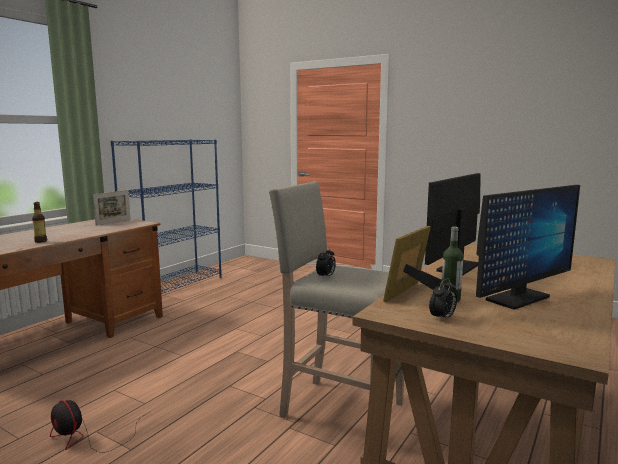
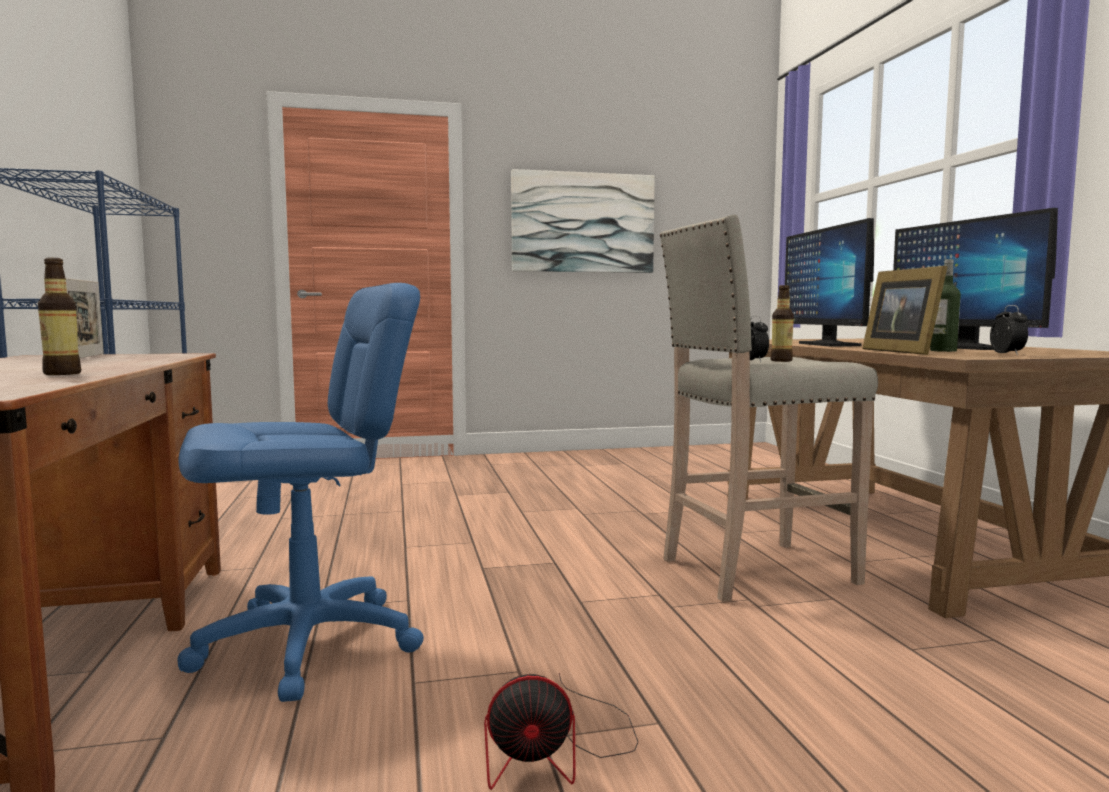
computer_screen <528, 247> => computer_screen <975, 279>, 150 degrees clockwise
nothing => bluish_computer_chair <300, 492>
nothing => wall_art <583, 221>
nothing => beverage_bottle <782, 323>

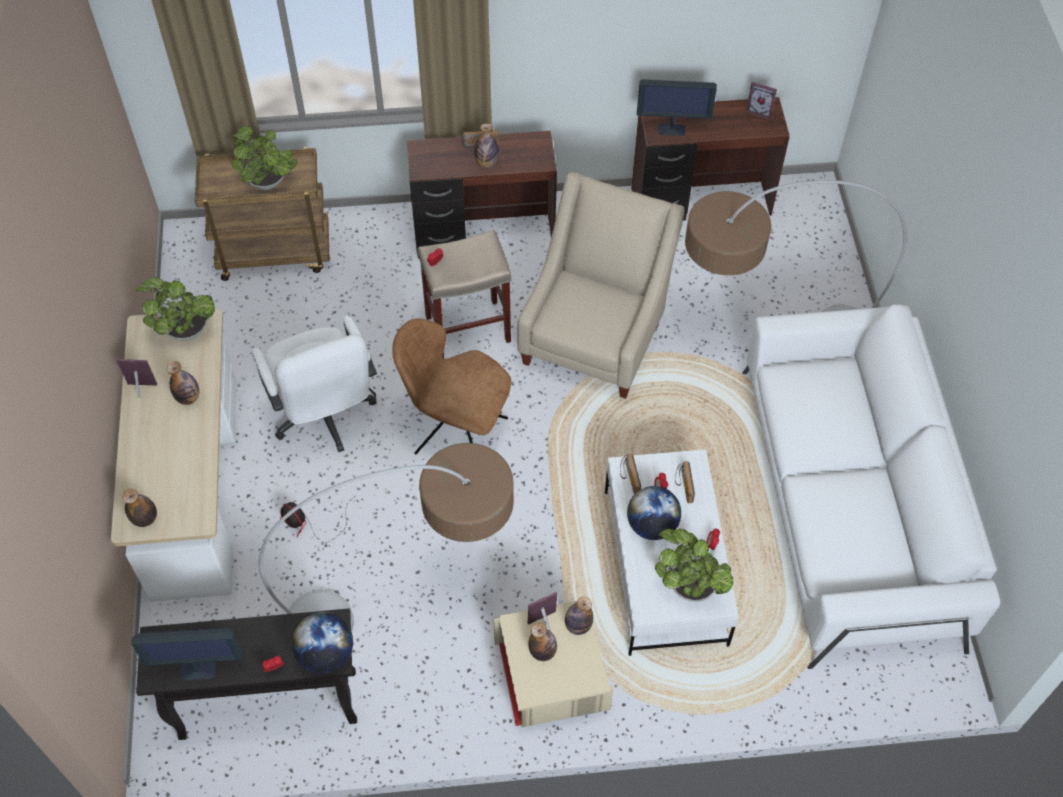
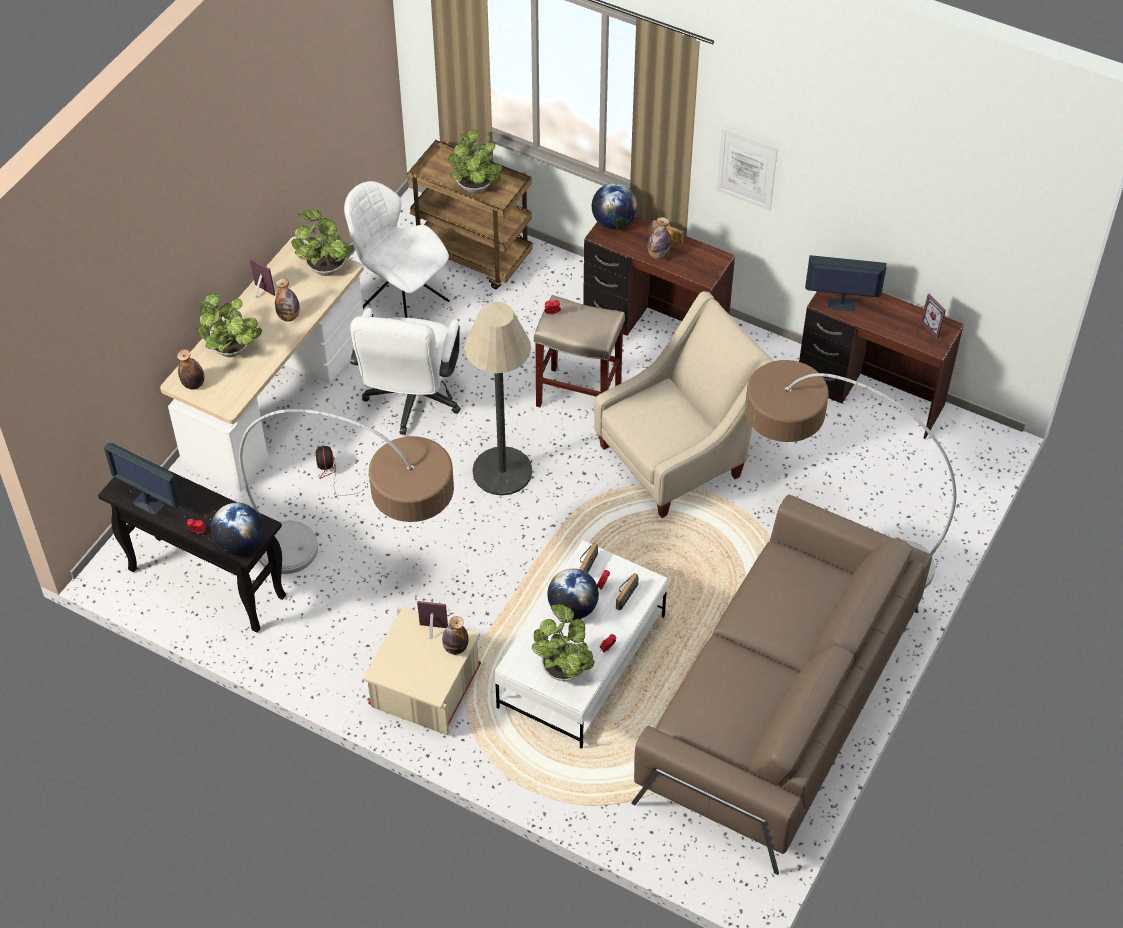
brown-coloured_chair <452, 386> => floor_lamp <498, 399>
beverage_bottle <543, 642> => nothing
computer_screen <677, 107> => computer_screen <846, 283>, 150 degrees clockwise
whitish_couch <871, 486> => brown-coloured_couch <781, 685>
nothing => houseplant <229, 325>
nothing => whitish_chair <397, 249>
nothing => world_globe <614, 206>
nothing => wall_art <747, 169>

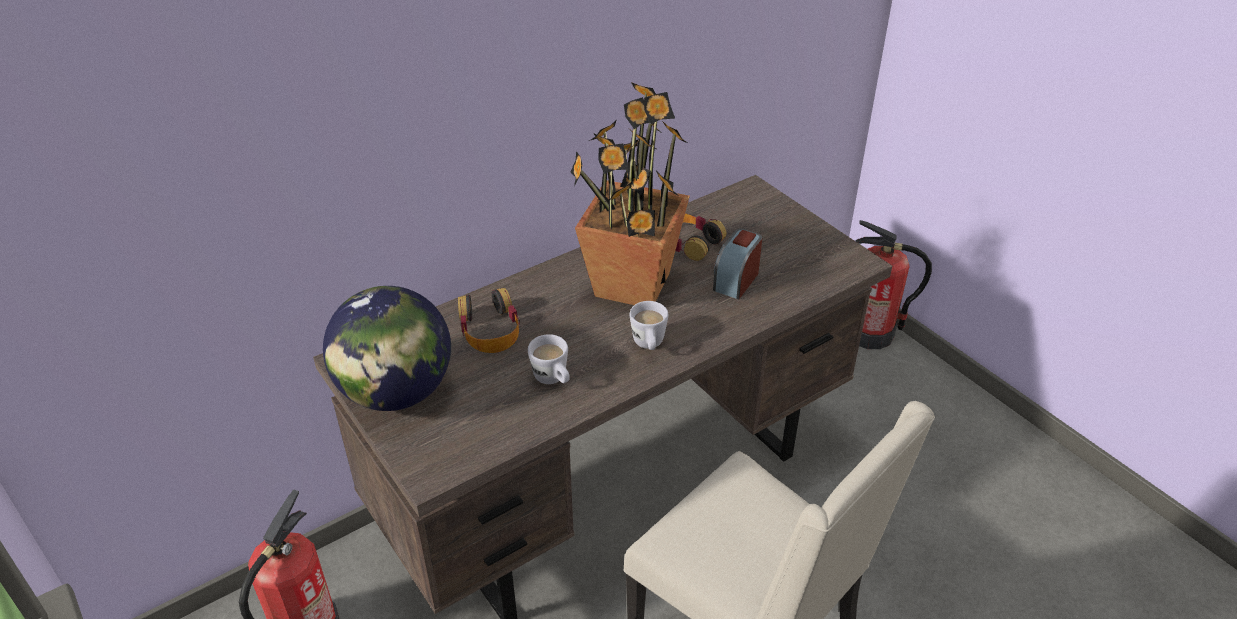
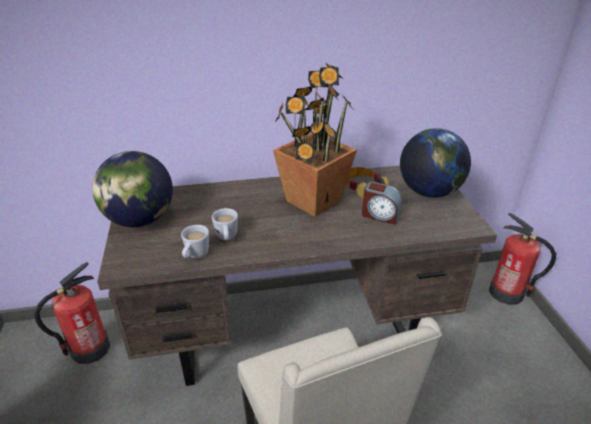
headset <489, 320> => nothing
whitish_mug <649, 325> => whitish_mug <195, 241>, moved
table_clock <737, 264> => table_clock <382, 203>, 120 degrees counterclockwise
nothing => world_globe <435, 163>

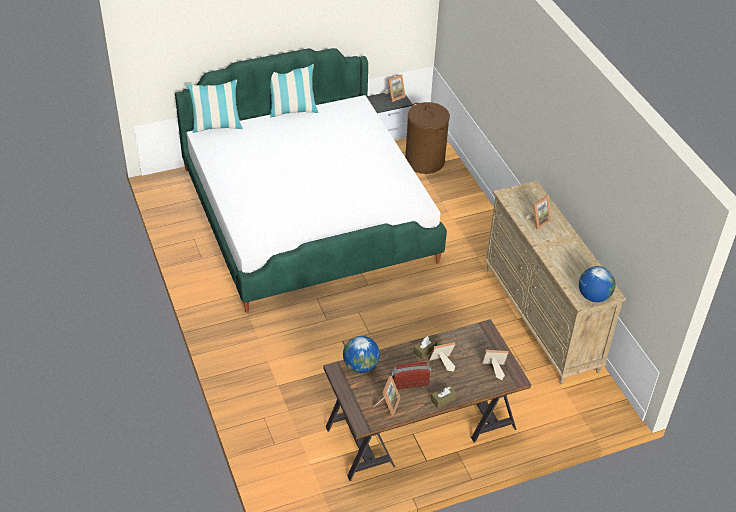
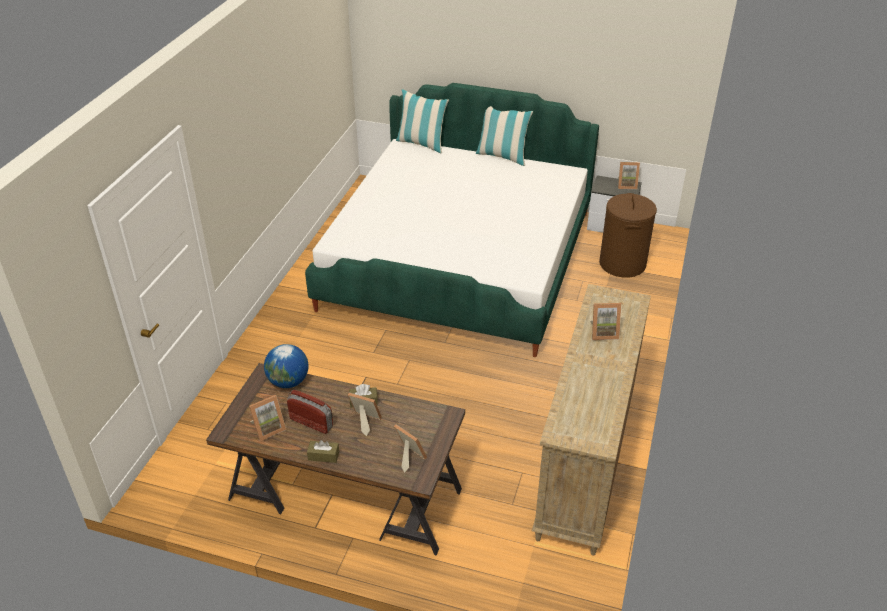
world_globe <597, 284> => nothing

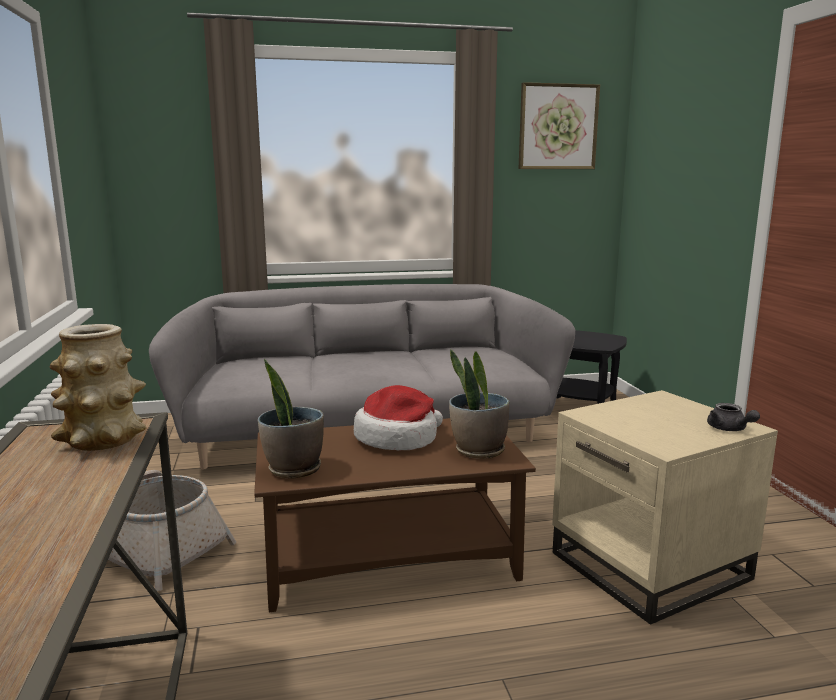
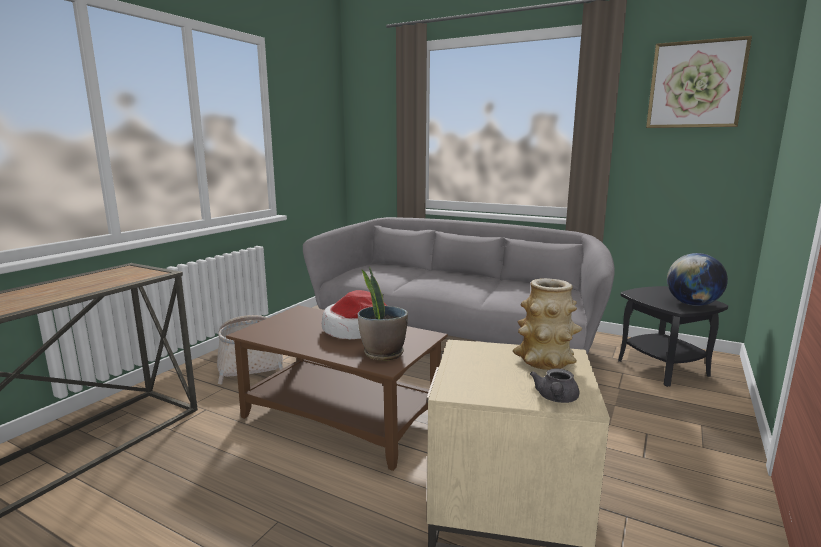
flower_vase <97, 387> => flower_vase <547, 324>, moved
houseplant <291, 419> => nothing
nothing => world_globe <697, 279>

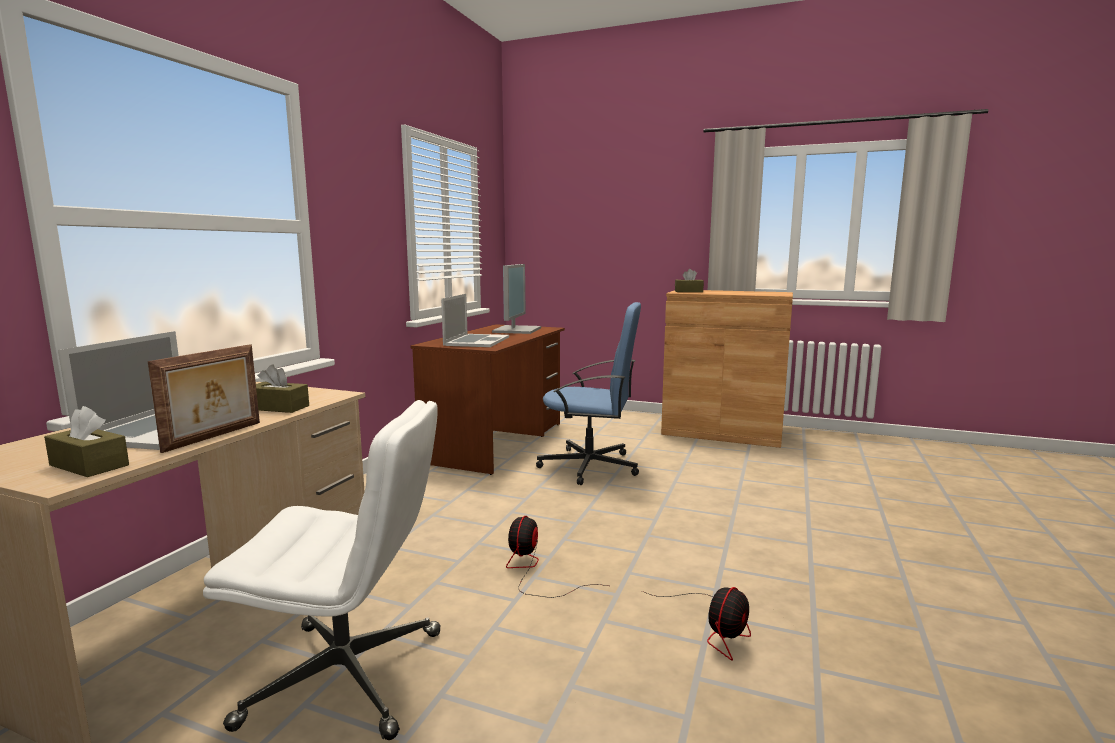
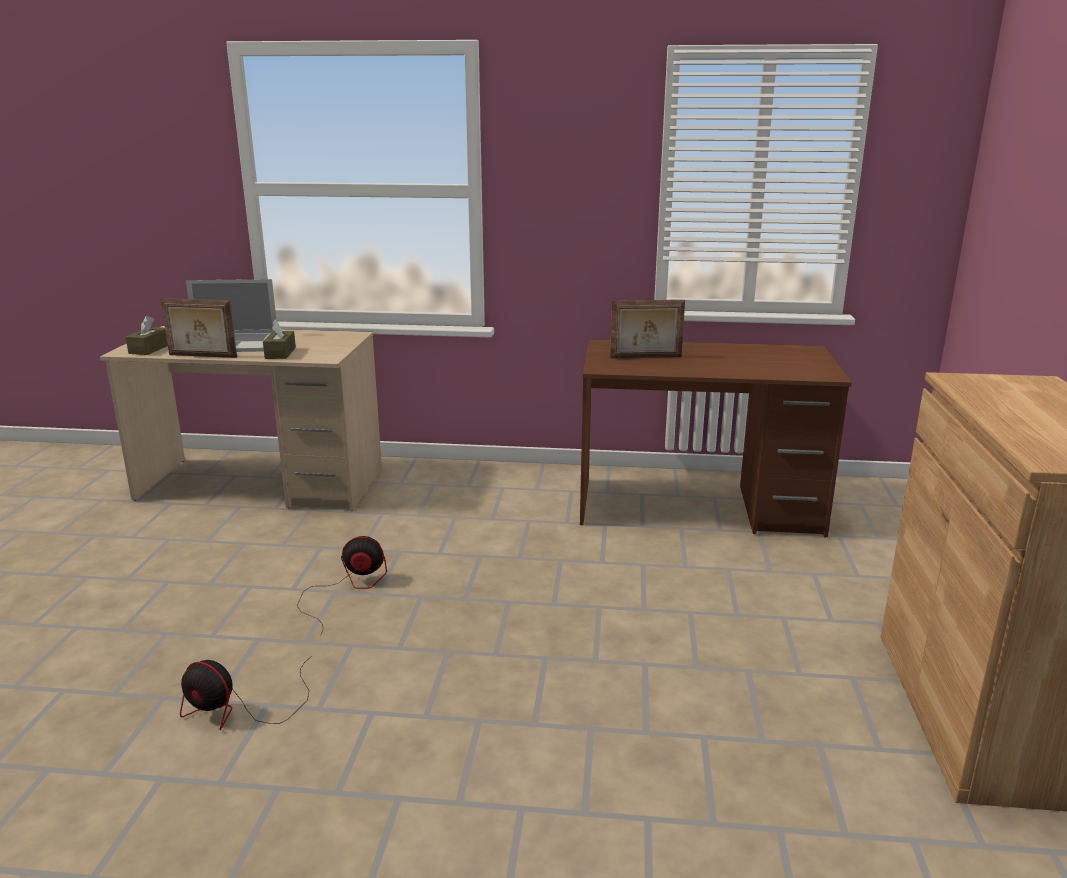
whitish_computer_chair <322, 570> => nothing
notebook_computer <475, 320> => picture_frame <647, 329>
computer_screen <516, 299> => nothing
bluish_computer_chair <588, 393> => nothing
brown-coloured_tissue_holder <689, 280> => nothing

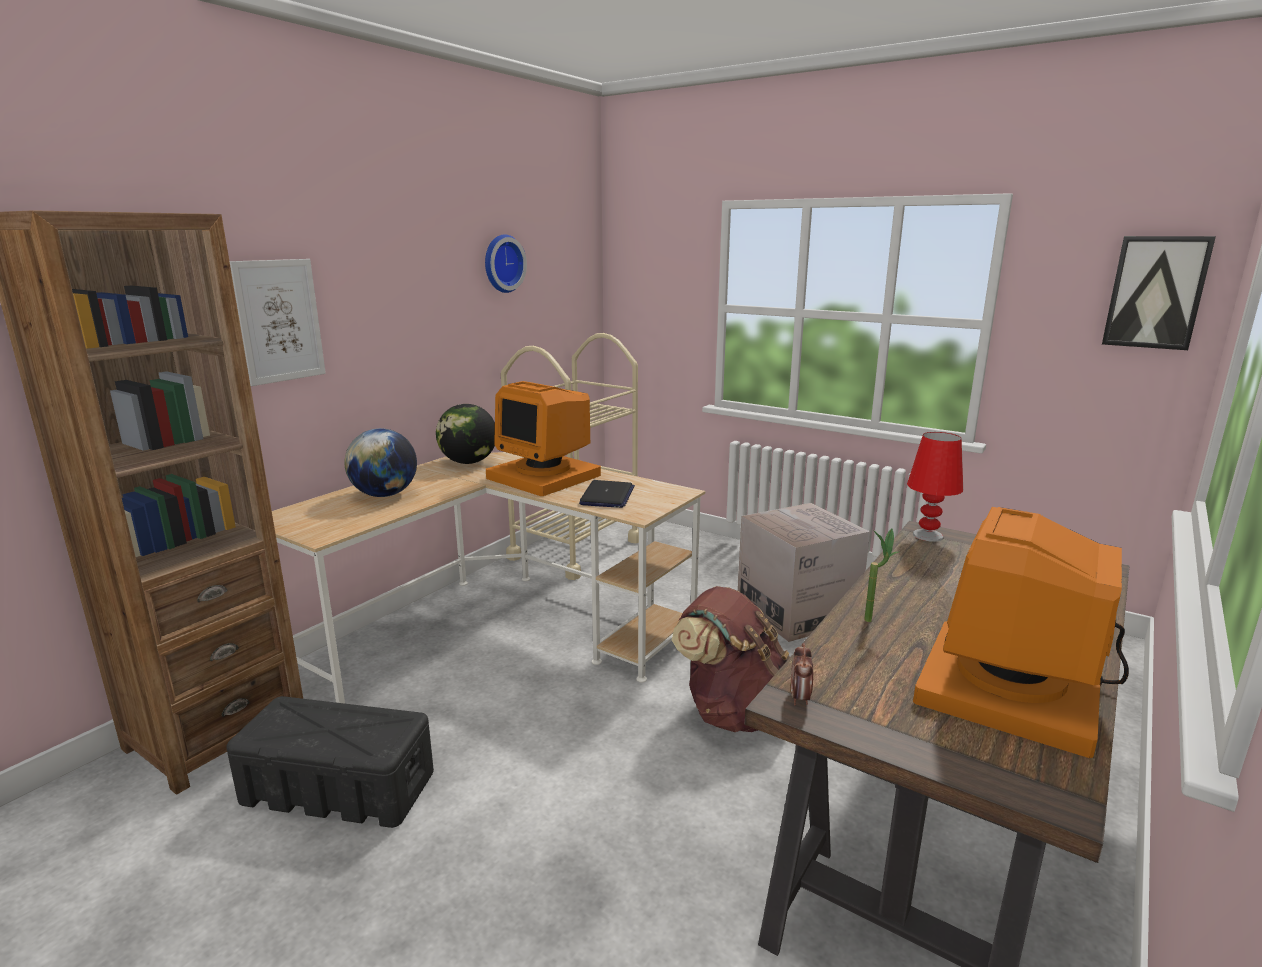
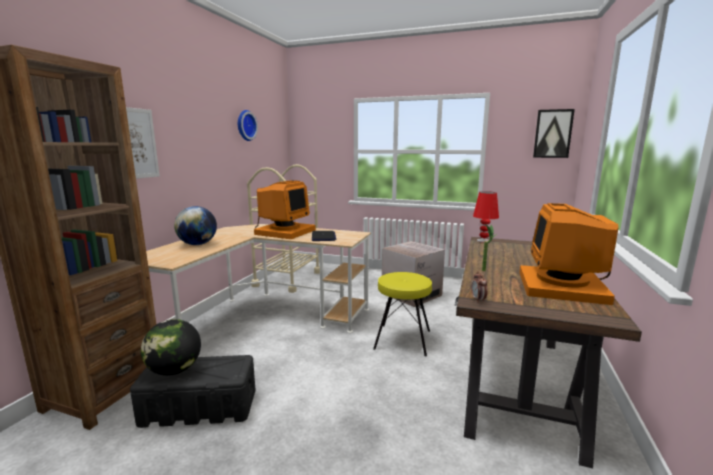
world_globe <465, 434> => world_globe <171, 347>, moved
computer_screen <543, 438> => computer_screen <285, 209>, 90 degrees counterclockwise
brown-coloured_backpack <731, 659> => yellowish_stool_seat <402, 314>

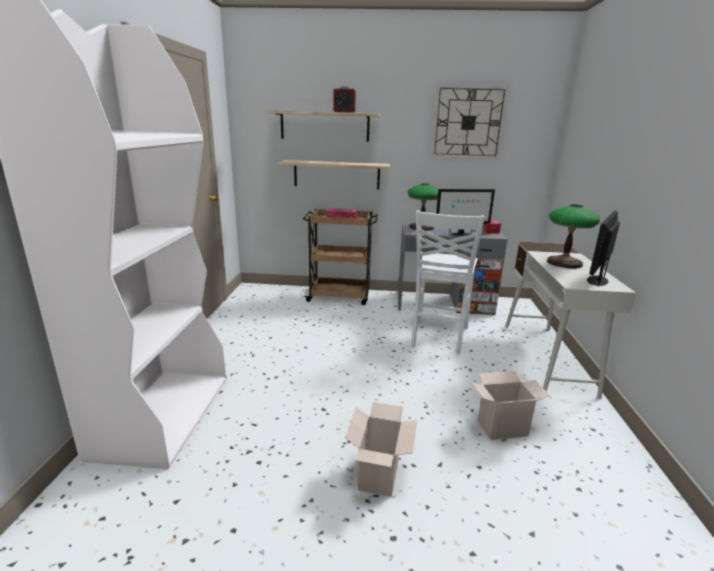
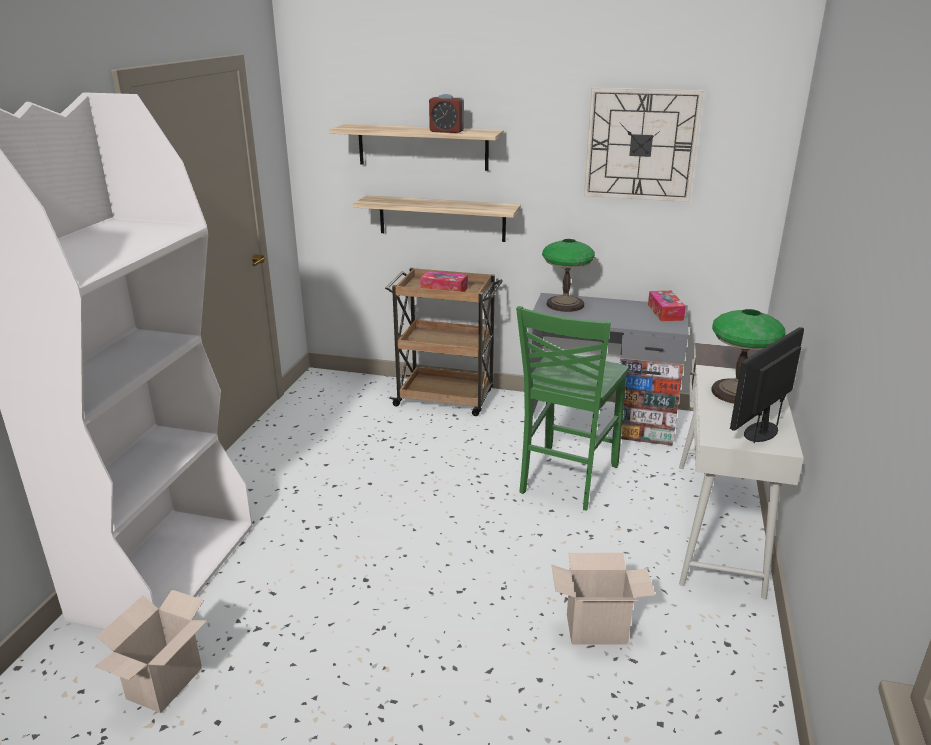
carton <381, 449> => carton <151, 651>, moved
whitish_chair <448, 282> => greenish_chair <572, 408>
computer_screen <465, 212> => nothing

